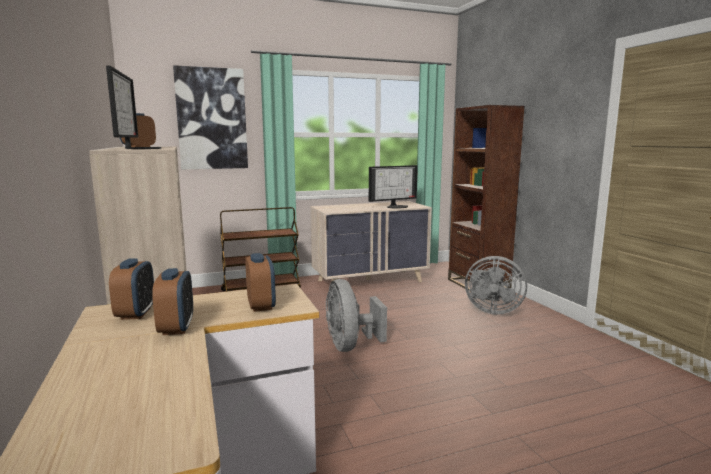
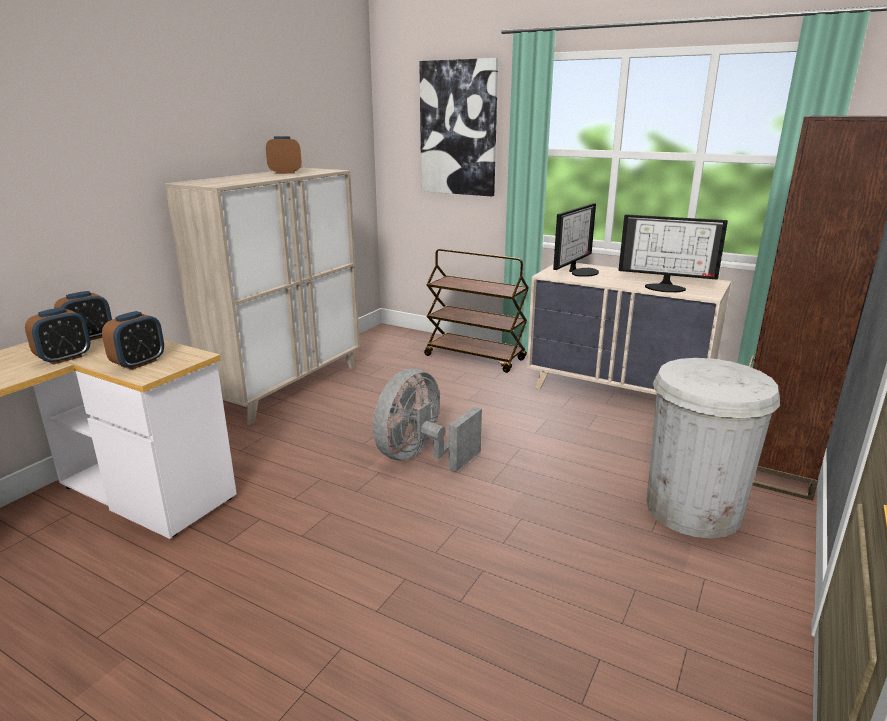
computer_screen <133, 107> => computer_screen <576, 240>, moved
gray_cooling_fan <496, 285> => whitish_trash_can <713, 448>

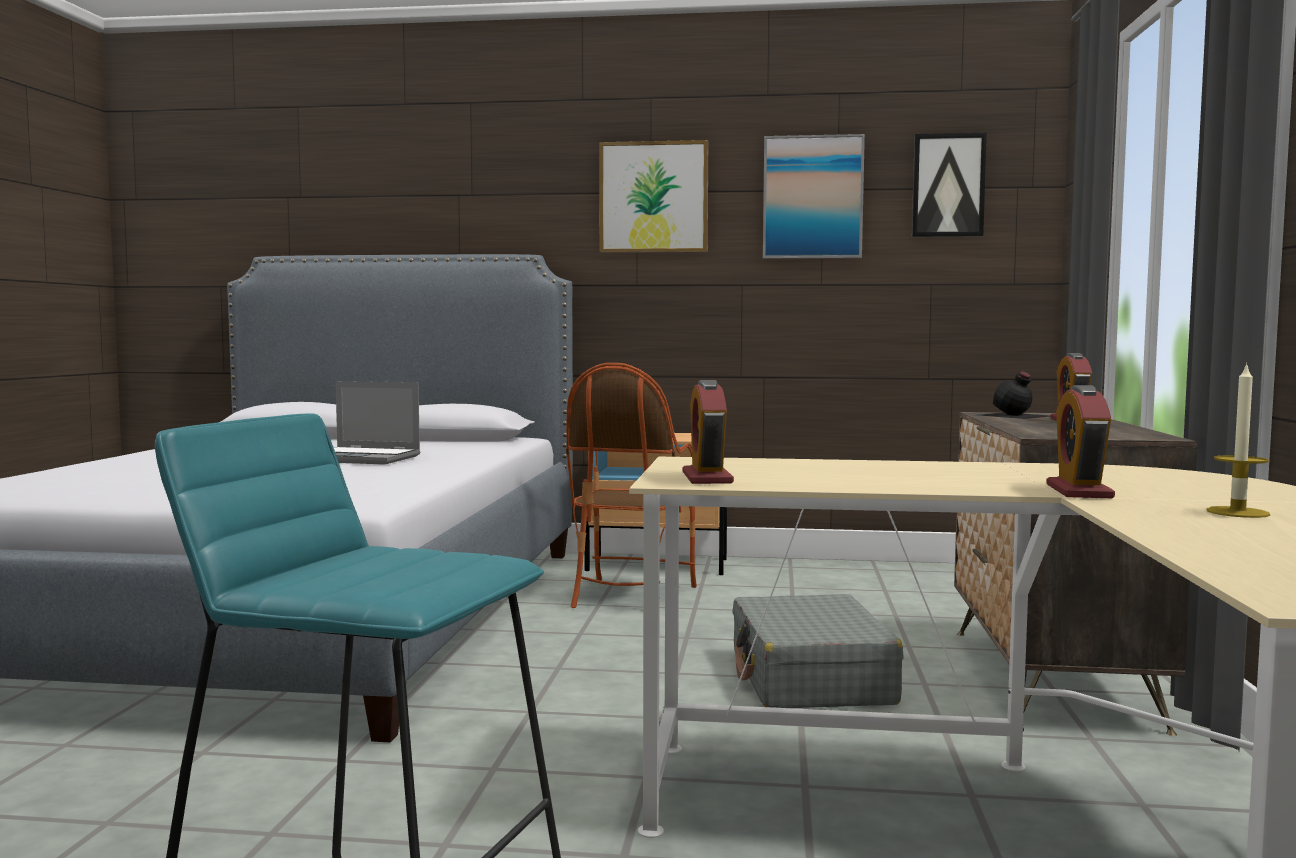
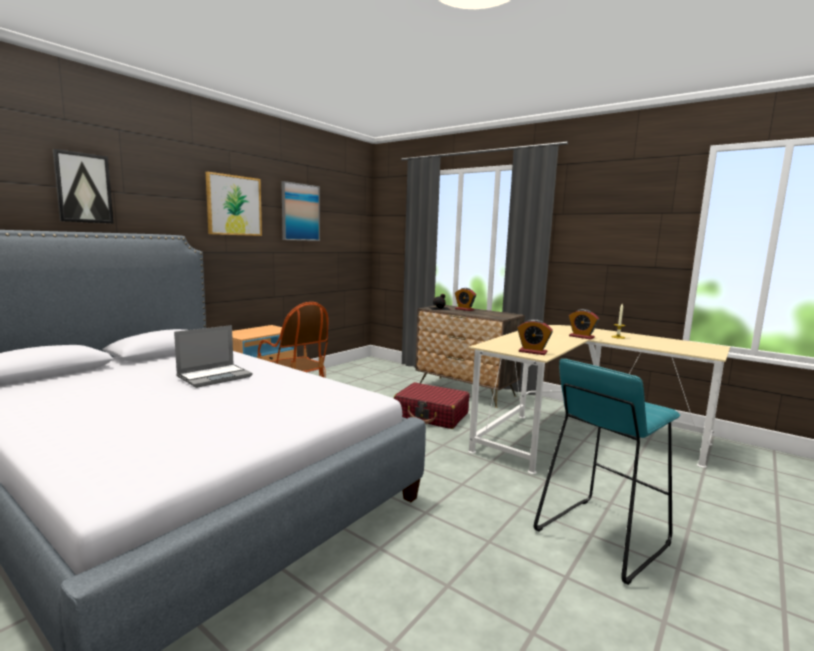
gray_piece_of_luggage <818, 651> => reddish_piece_of_luggage <431, 405>
wall_art <949, 185> => wall_art <82, 186>, moved

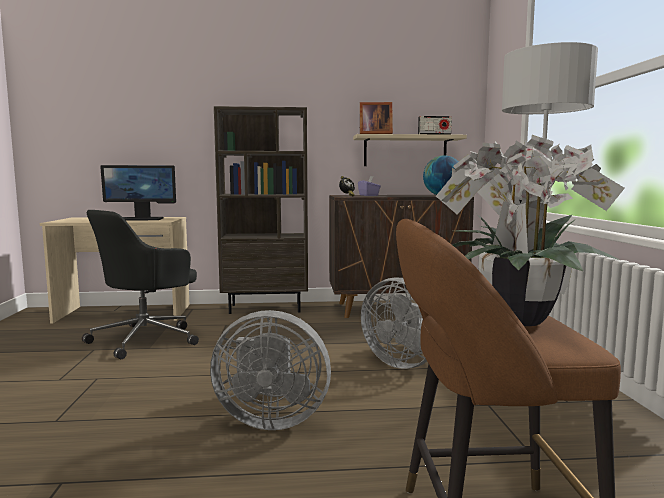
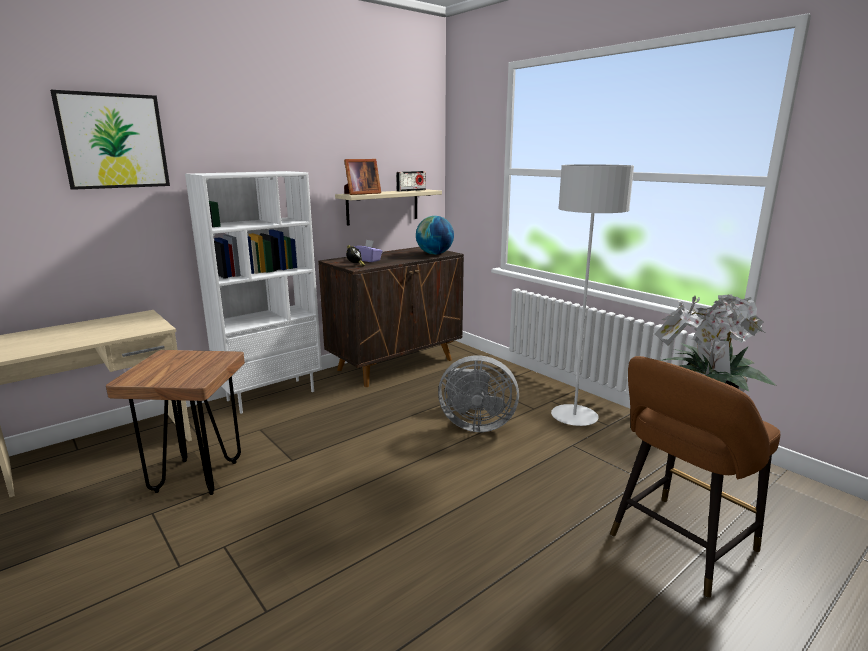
blackish_computer_chair <140, 284> => brown-coloured_stool_seat <175, 422>
computer_screen <138, 193> => nothing
gray_cooling_fan <270, 370> => nothing
brown-coloured_shelving_unit <261, 210> => whitish_shelving_unit <253, 292>
nothing => wall_art <110, 140>

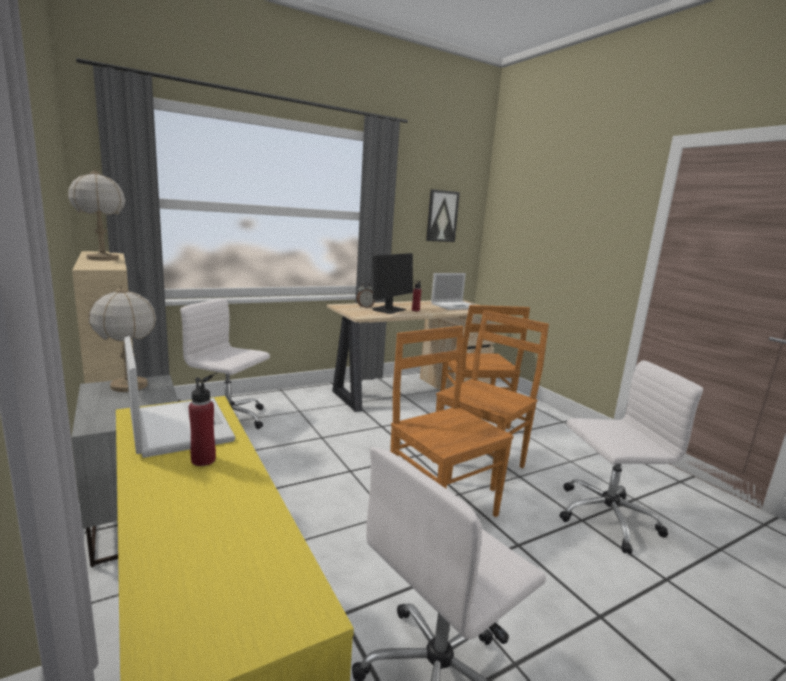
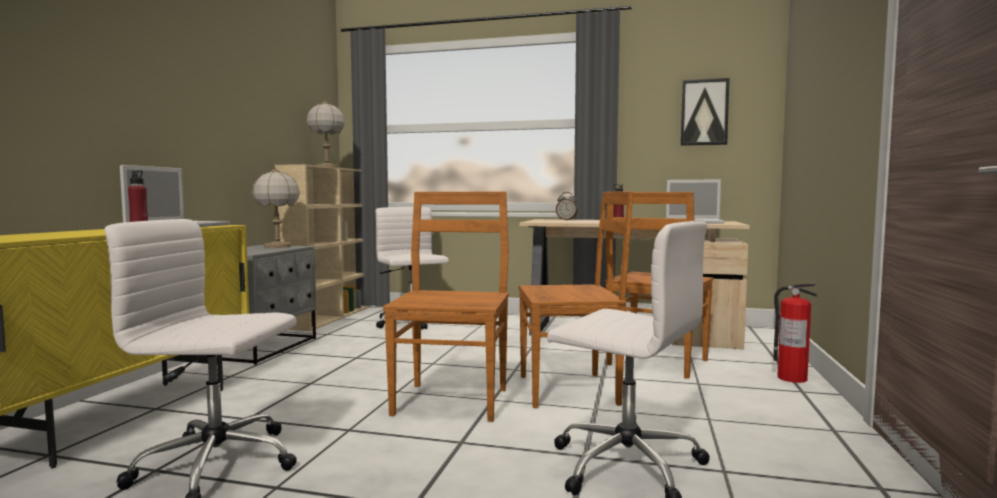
computer_screen <392, 283> => nothing
nothing => extinguisher <795, 333>

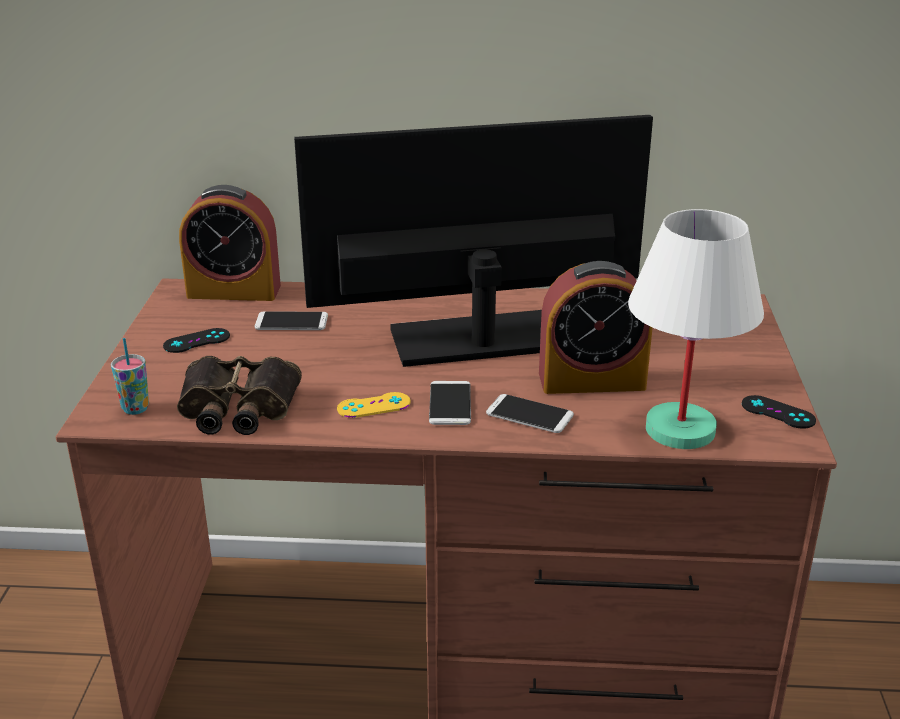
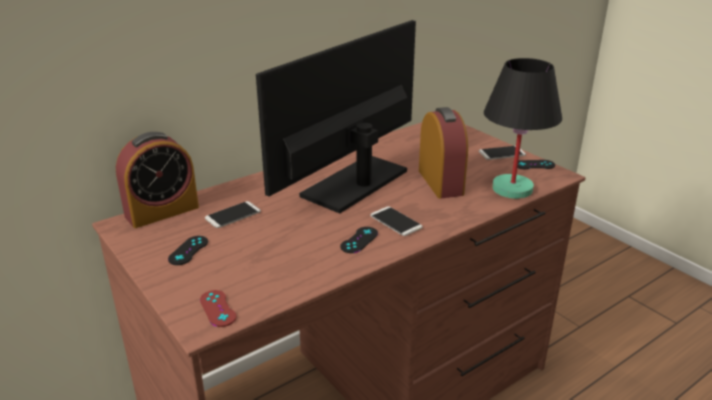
small_cup <130, 376> => reddish_gamepad <218, 308>
pair_of_binoculars <239, 395> => nothing
yellowish_gamepad <374, 405> => blackish_gamepad <359, 240>
handset <530, 413> => handset <502, 153>, moved
table_clock <596, 327> => table_clock <443, 153>, 60 degrees counterclockwise
whitish_tabletop_lamp <696, 329> => blackish_tabletop_lamp <523, 128>

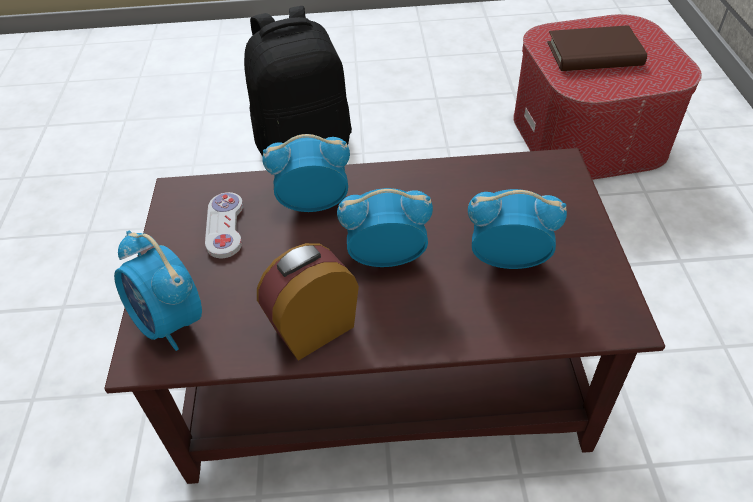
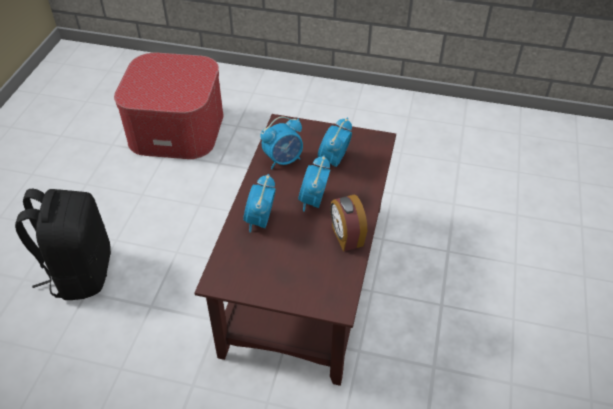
table_clock <158, 291> => table_clock <281, 143>, moved
whitish_gamepad <224, 225> => nothing
brown-coloured_bound_book <597, 48> => nothing

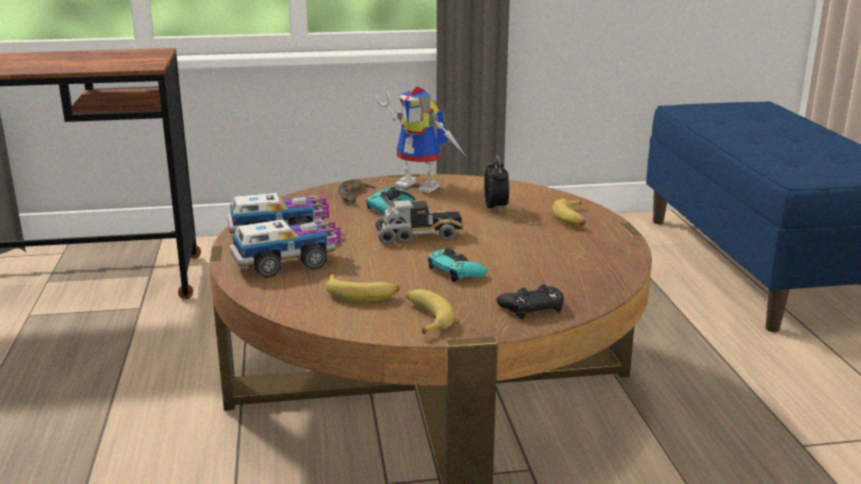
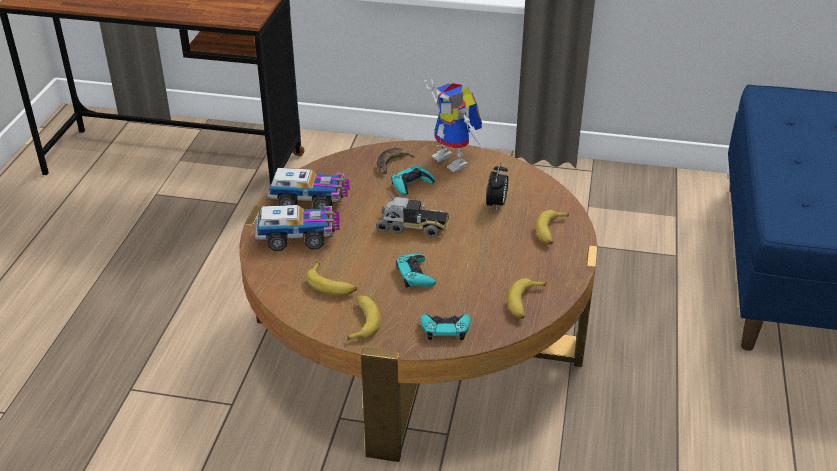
blackish_gamepad <530, 301> => blue-green_gamepad <445, 327>
nothing => whole_banana <526, 298>

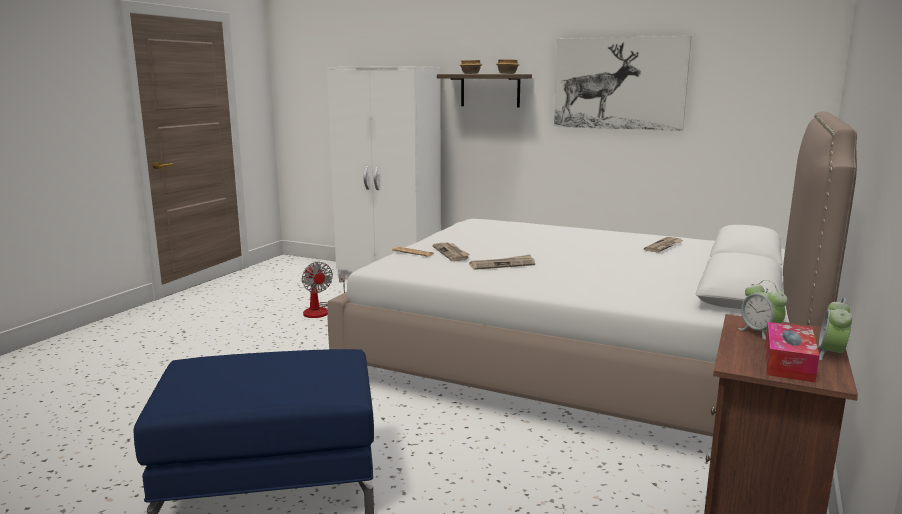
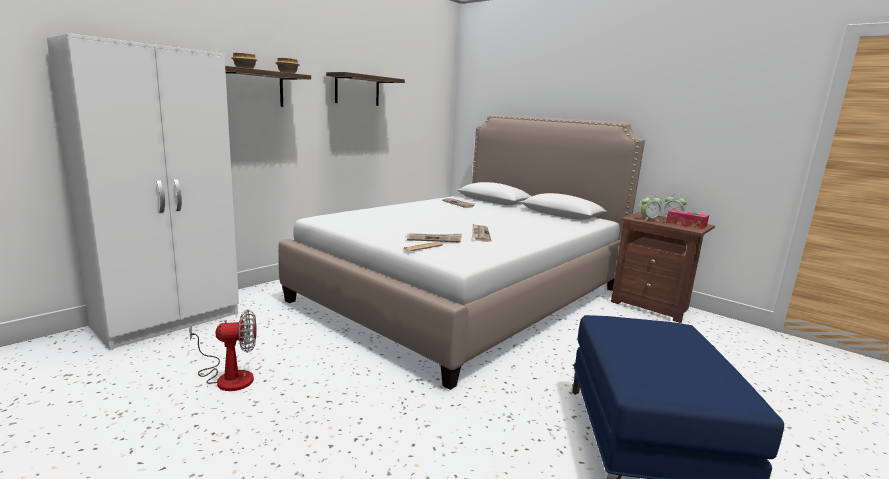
wall_art <623, 83> => bracket_shelf <365, 89>

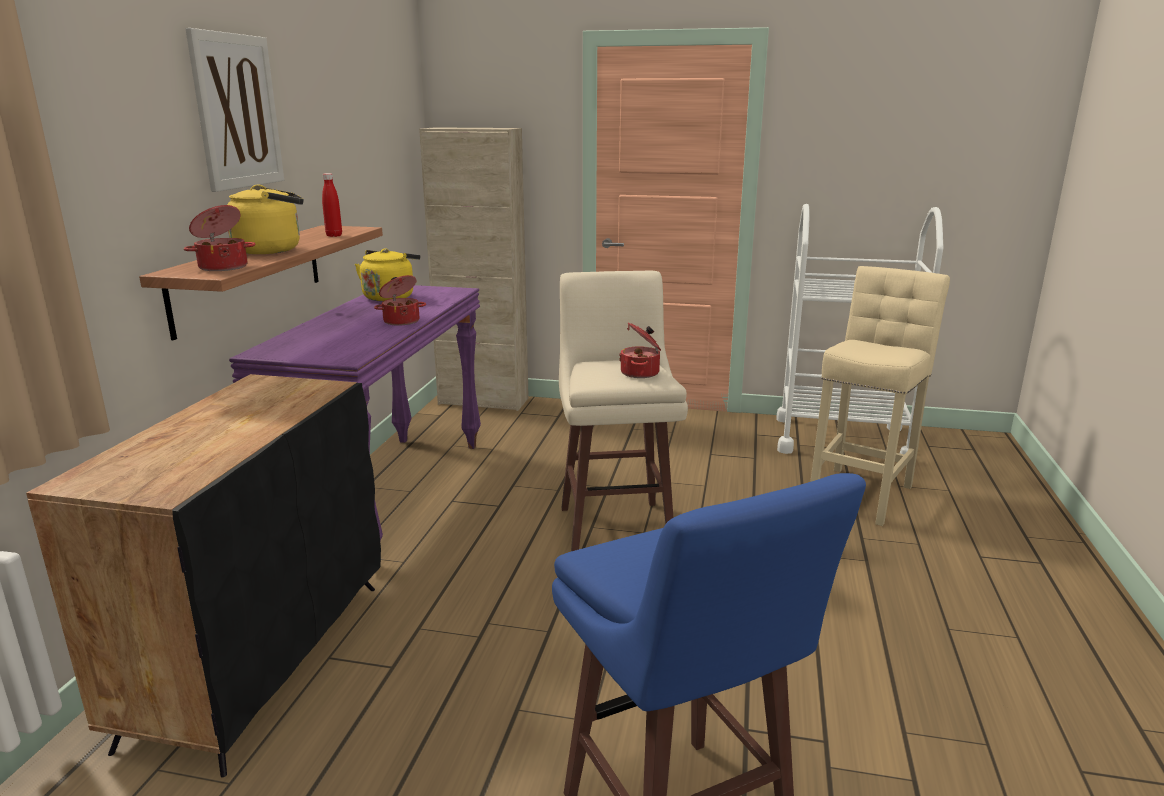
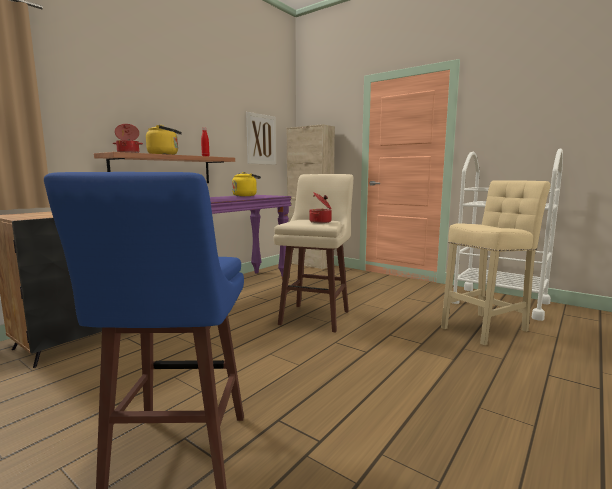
wall_art <235, 110> => wall_art <261, 138>, moved
stockpot <400, 300> => nothing

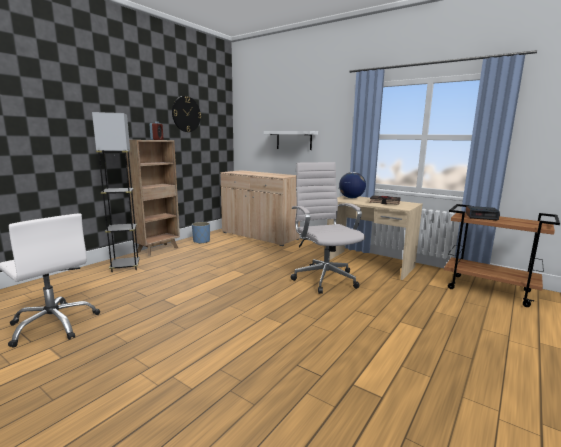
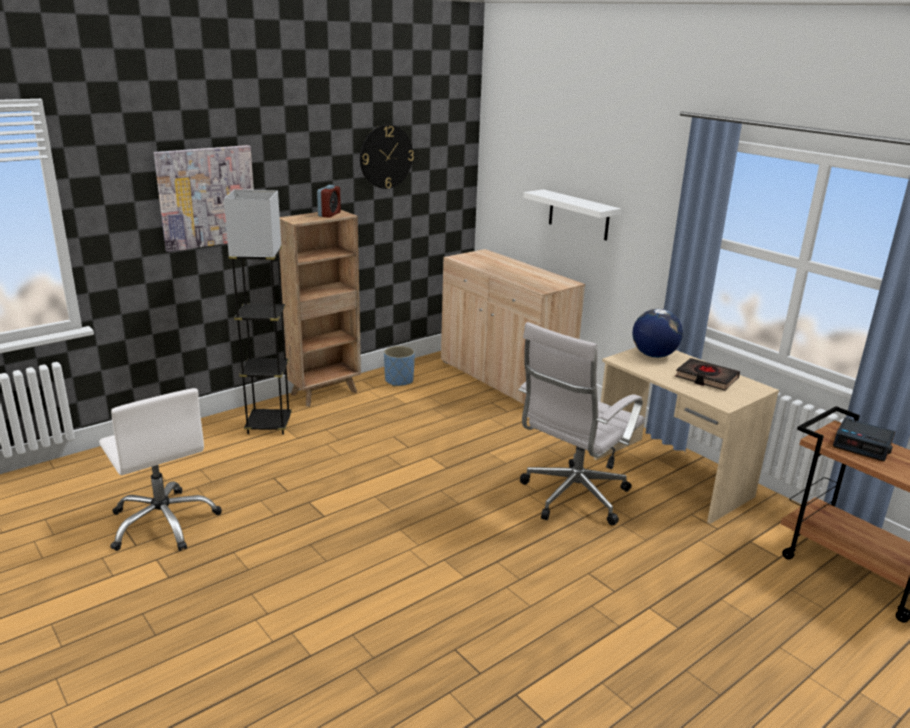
whitish_computer_chair <327, 228> => whitish_computer_chair <581, 423>, 135 degrees counterclockwise
nothing => wall_art <204, 198>

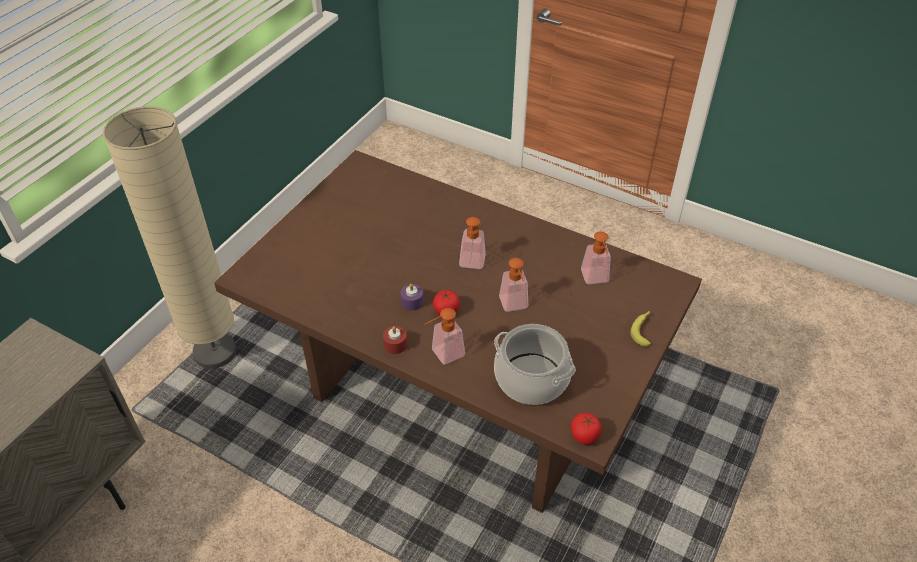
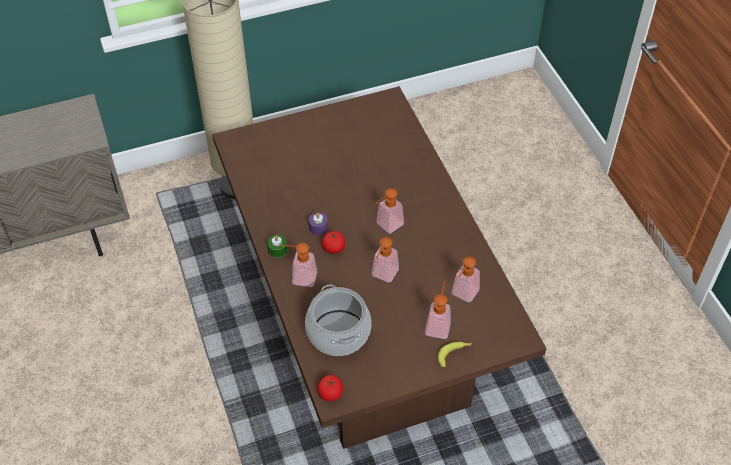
reddish_candle <395, 340> => greenish_candle <277, 246>
nothing => liquid_soap_bottle <438, 310>

